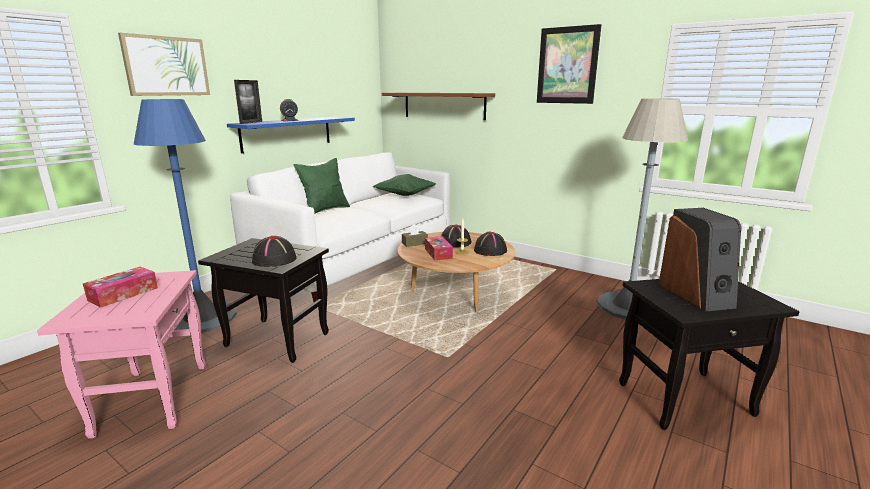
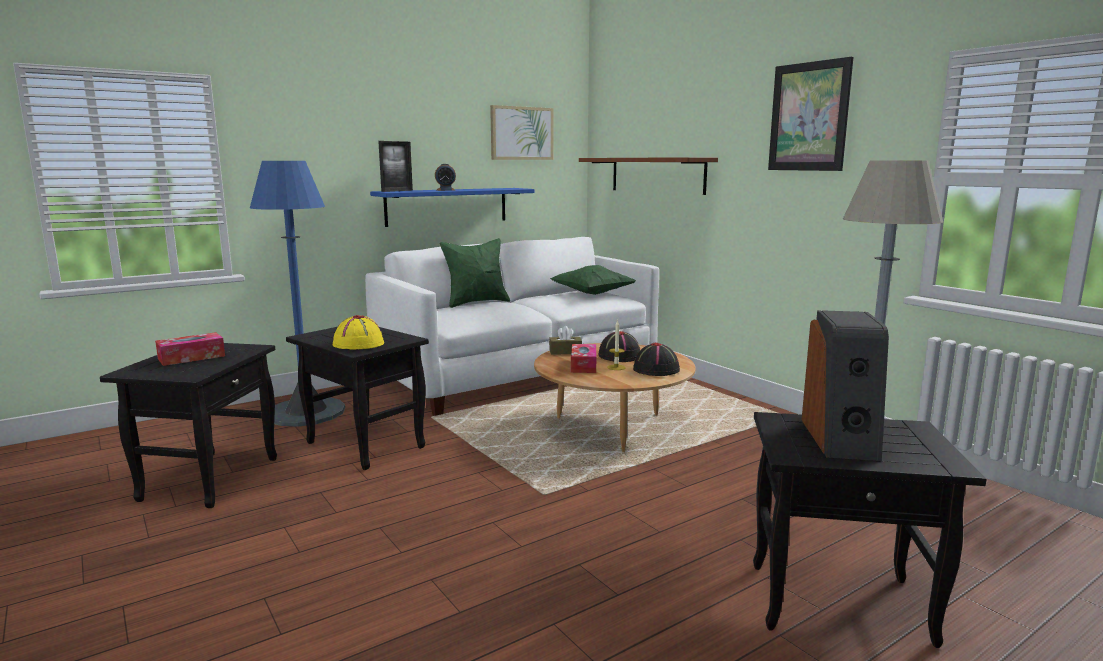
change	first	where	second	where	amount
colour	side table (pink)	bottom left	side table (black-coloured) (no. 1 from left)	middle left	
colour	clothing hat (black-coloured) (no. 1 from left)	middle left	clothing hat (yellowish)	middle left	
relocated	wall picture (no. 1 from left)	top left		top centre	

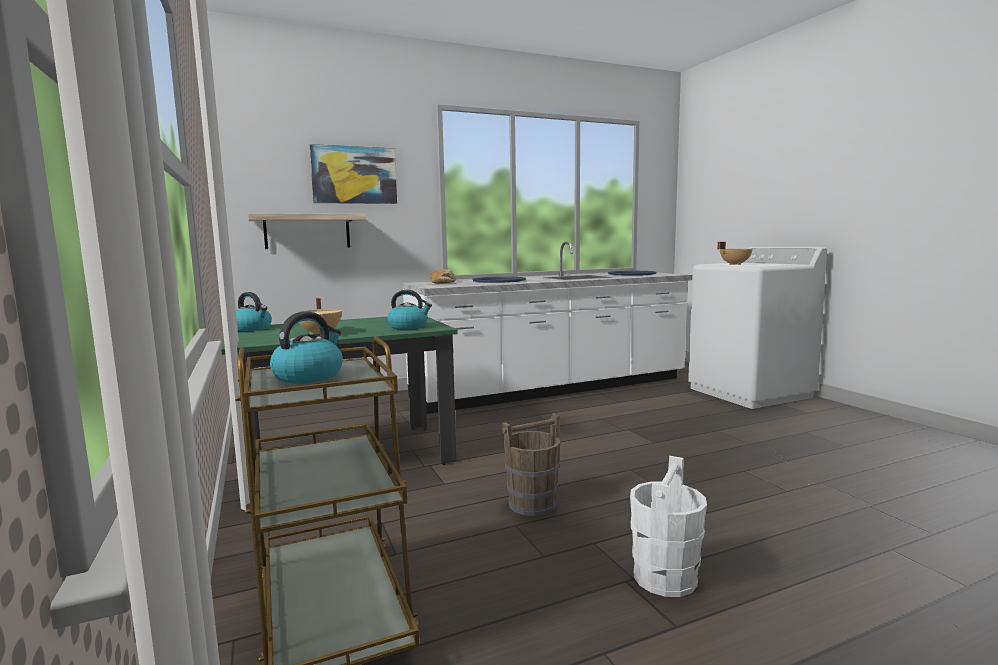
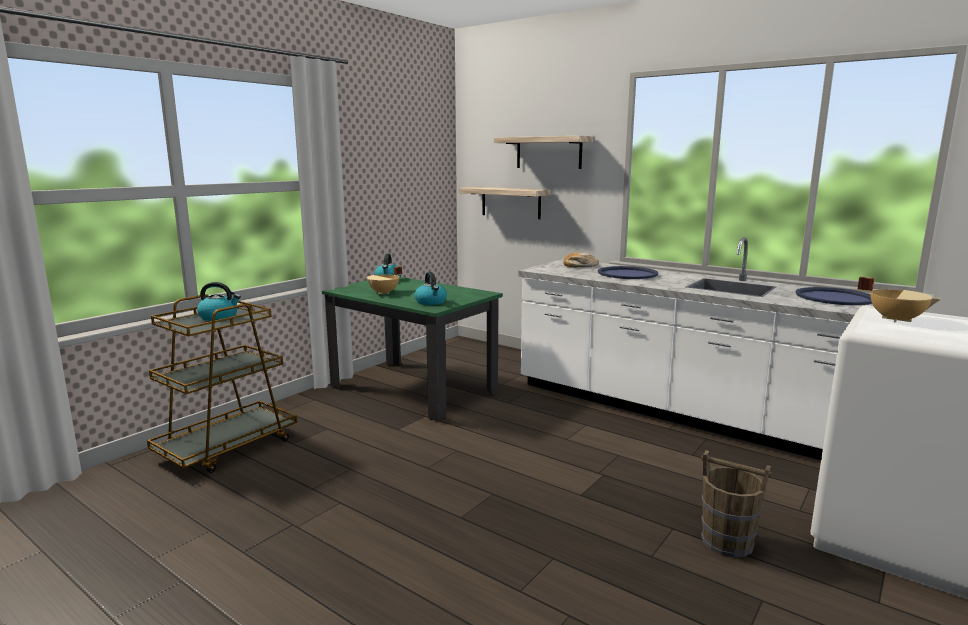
change	first	where	second	where	amount
exchanged	wall picture	top centre	wall shelf (no. 2 from left)	top centre	
relocated	water bucket (brownish)	bottom centre		bottom right	
missing	water bucket (whitish)	bottom right			

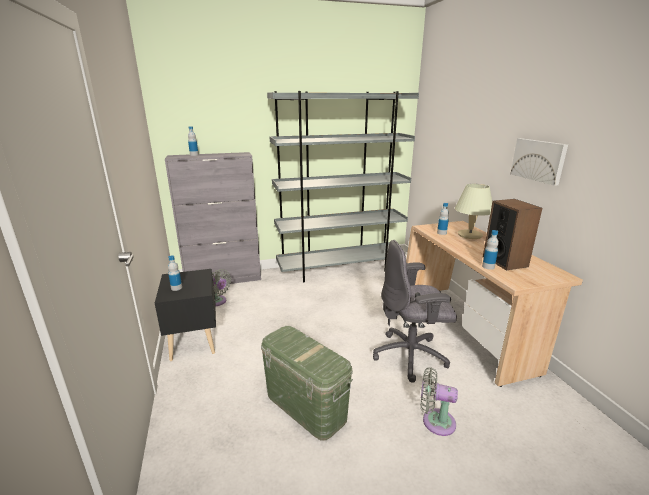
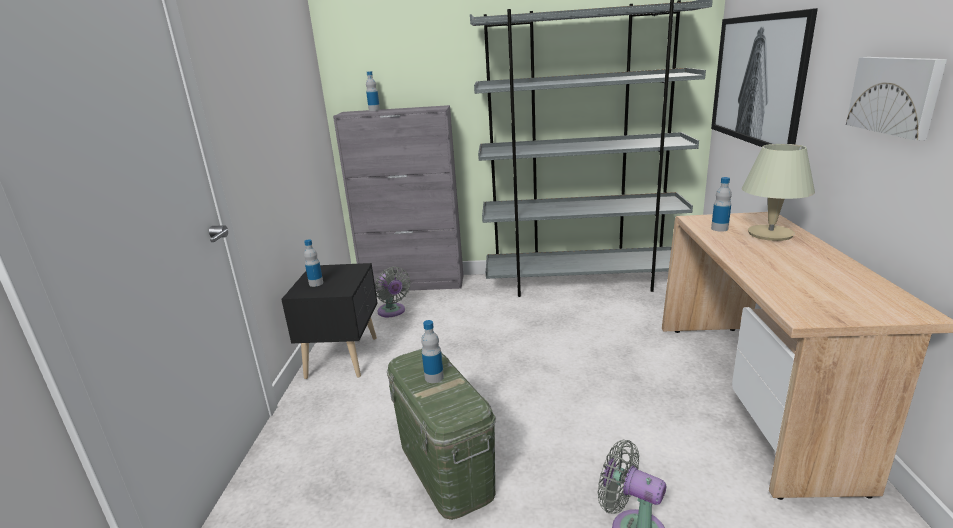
change	first	where	second	where	amount
relocated	bottle (no. 4 from left in the first image)	middle right	bottle (no. 3 from left)	centre	
appeared			wall picture (no. 1 from left)	top right	
missing	computer chair (gray)	centre			
missing	loudspeaker	middle right			

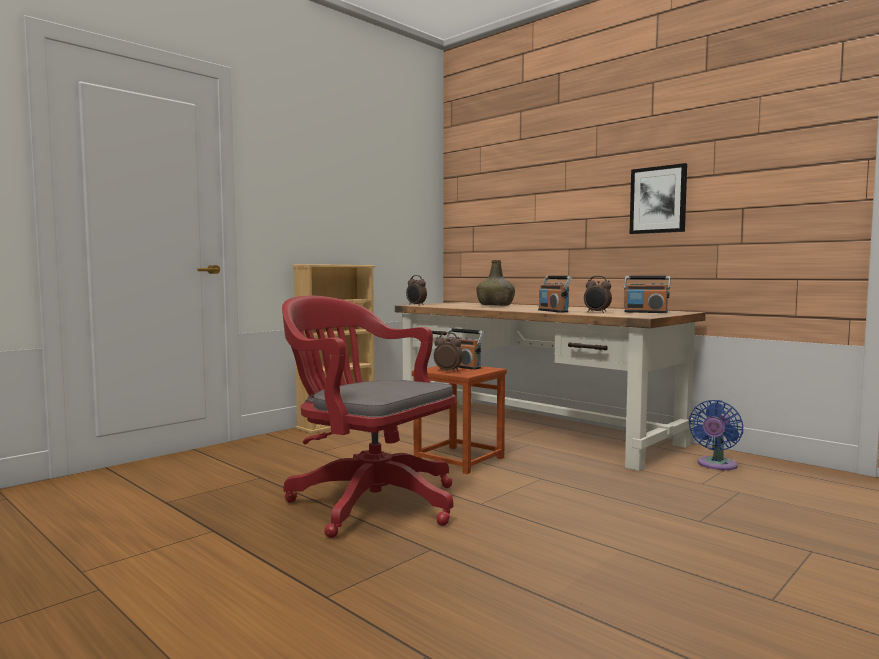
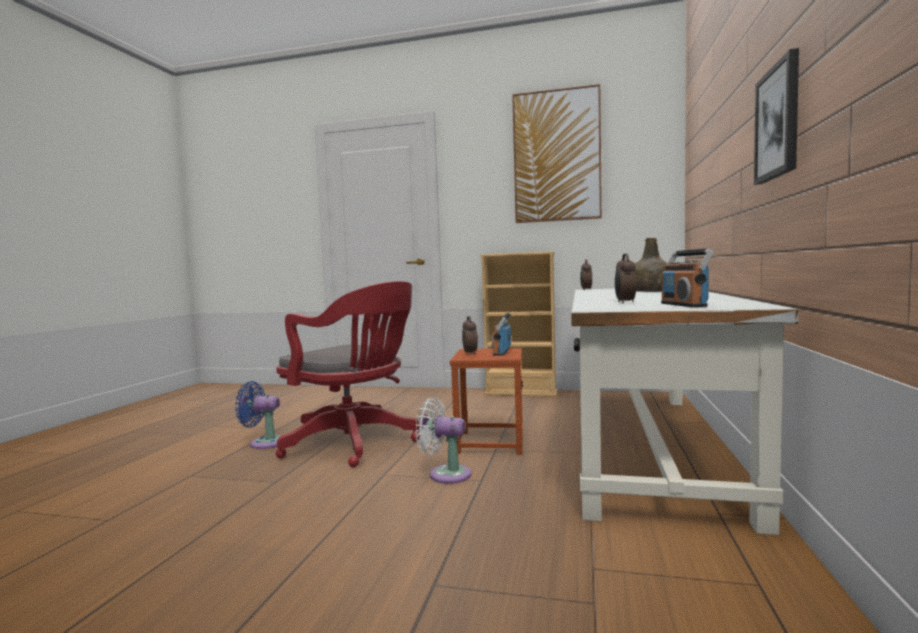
change	first	where	second	where	amount
relocated	cooling fan (blue-coloured)	middle right		middle left	
spun	computer chair (red-coloured)	centre		centre	120 degrees clockwise
appeared			cooling fan (whitish)	bottom centre	
appeared			wall picture (no. 1 from left)	top centre	
colour	desk unit (brownish)	centre	desk unit (whitish)	middle right	
missing	radio receiver (no. 2 from left)	centre			

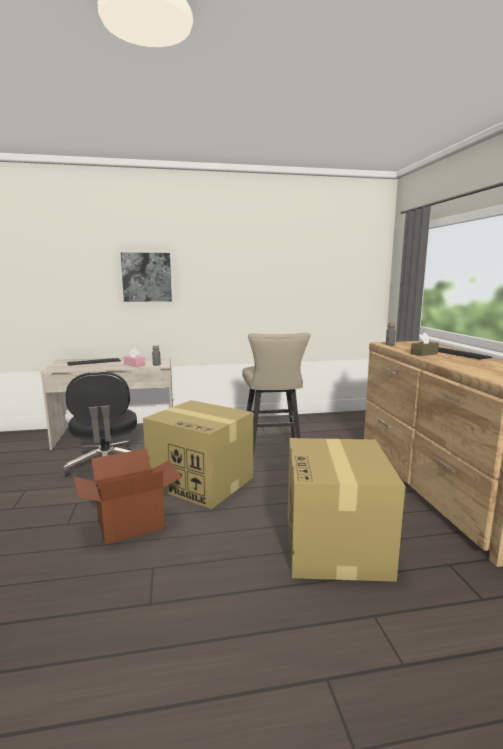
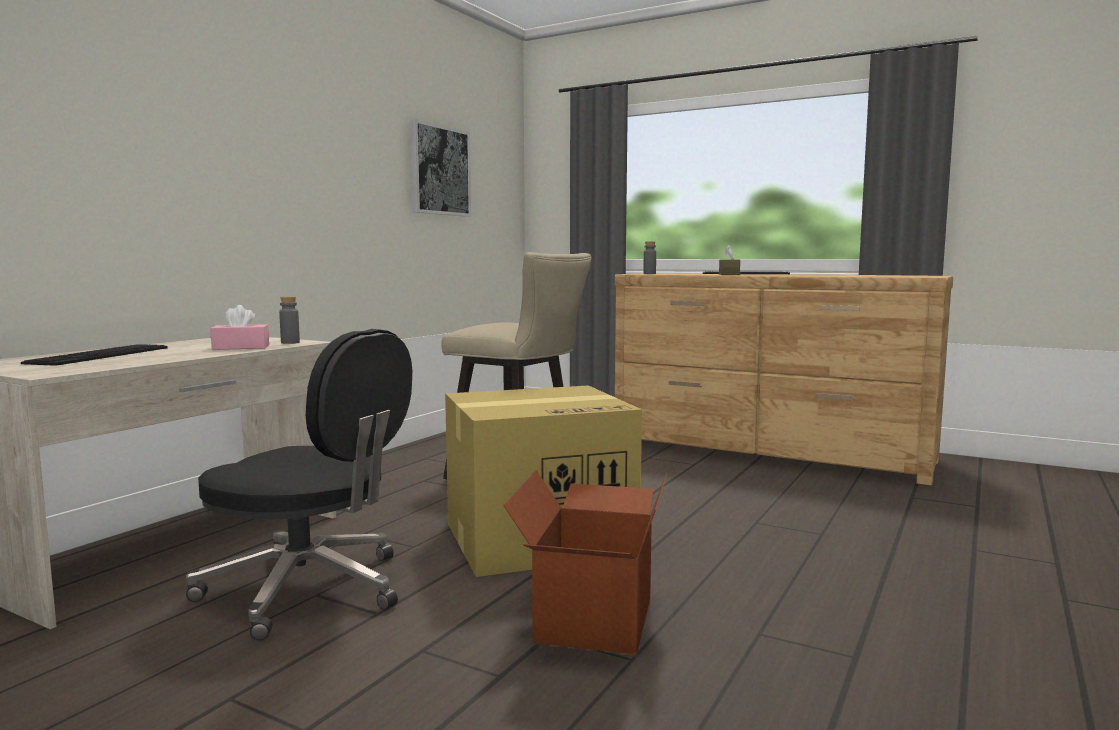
change	first	where	second	where	amount
relocated	wall picture	middle left		top centre	
missing	cardboard box (no. 3 from left)	bottom right			

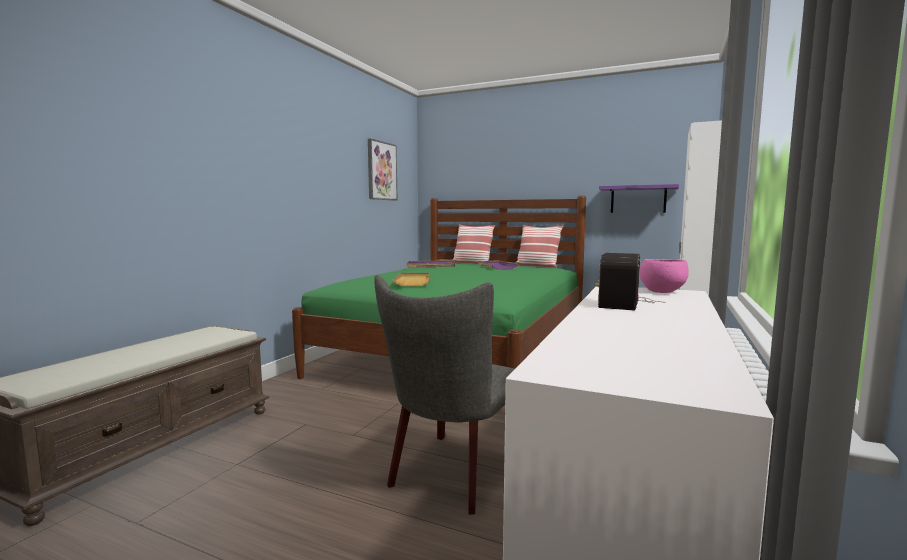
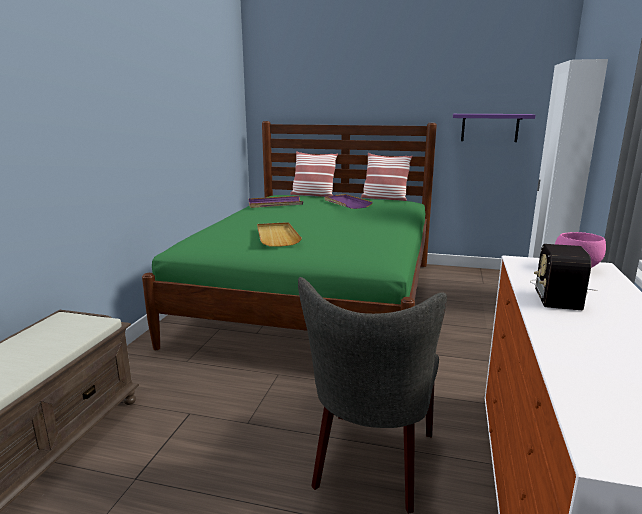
change	first	where	second	where	amount
missing	wall picture	top centre			

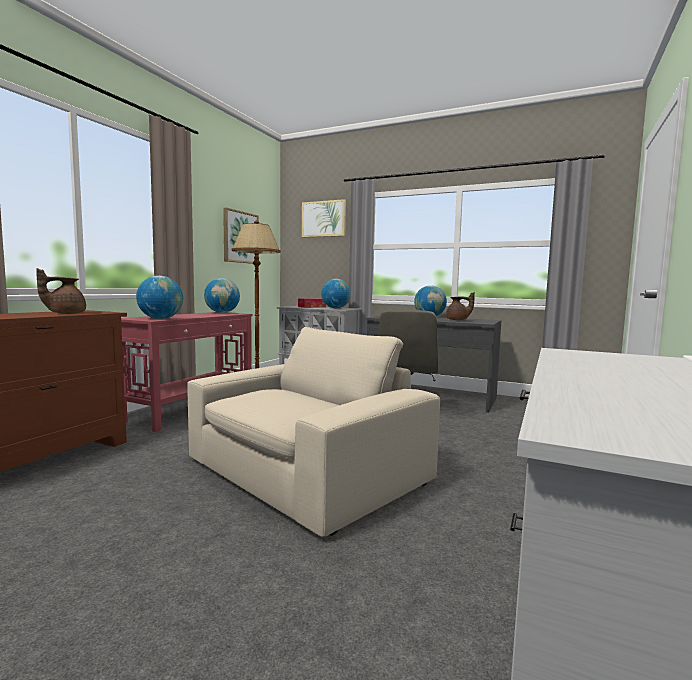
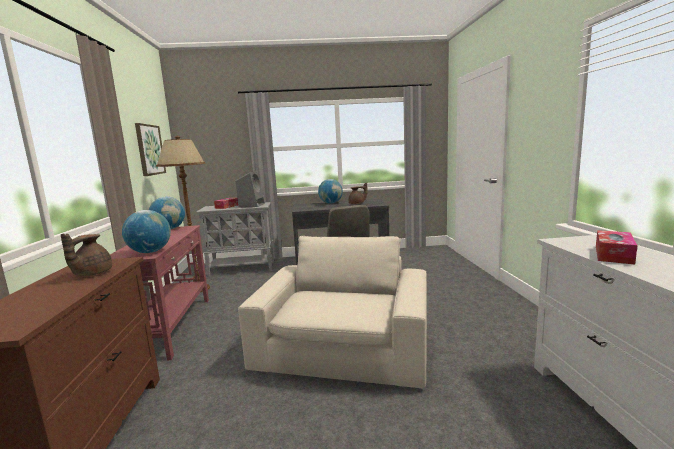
change	first	where	second	where	amount
exchanged	globe (no. 3 from left)	centre	loudspeaker (gray)	centre	
appeared			tissue box (no. 2 from left)	middle right	
missing	wall picture (no. 2 from left)	top centre			

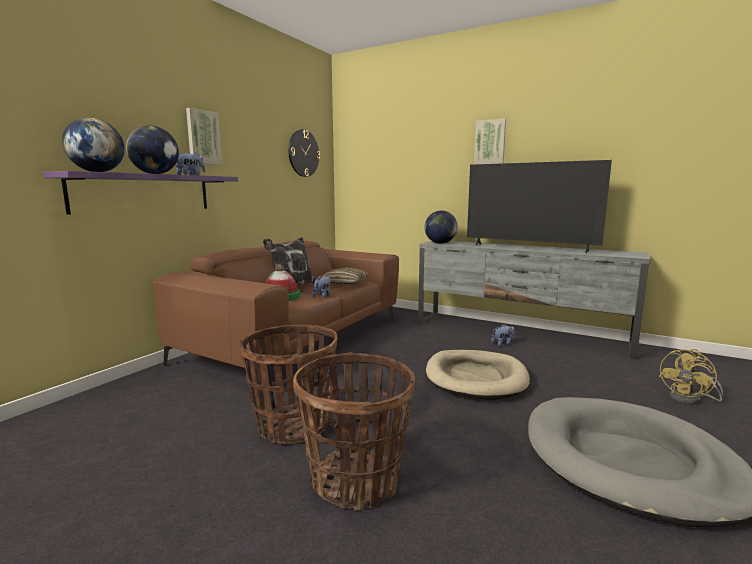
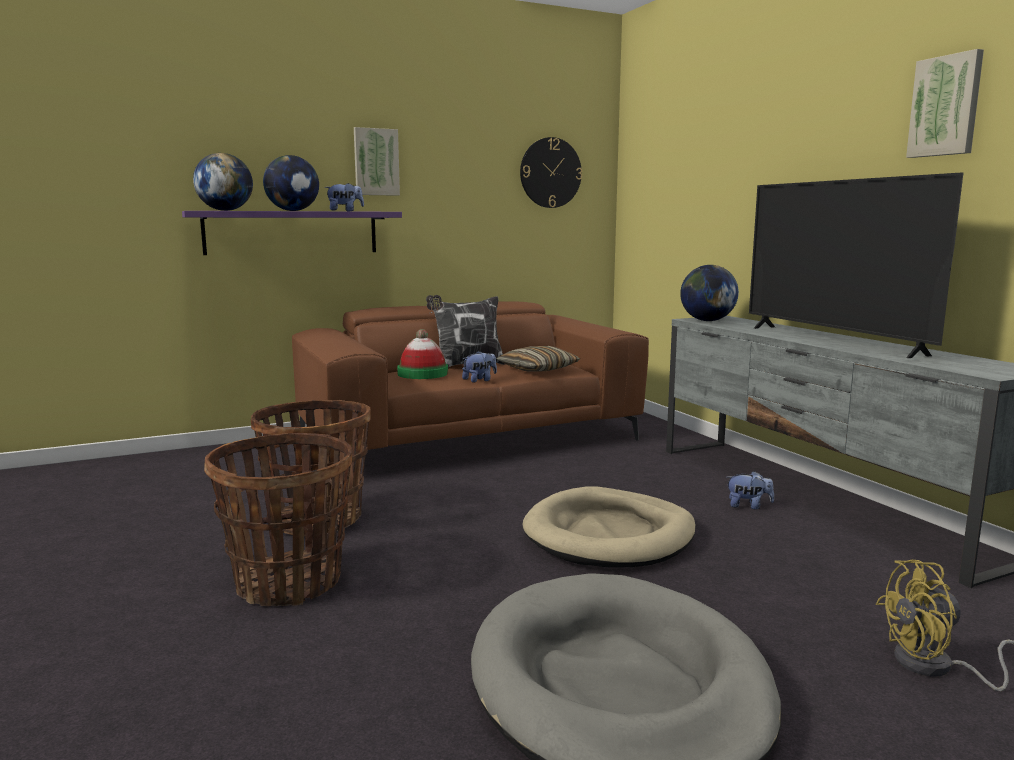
change	first	where	second	where	amount
relocated	wall picture (no. 2 from left)	top centre		top right	

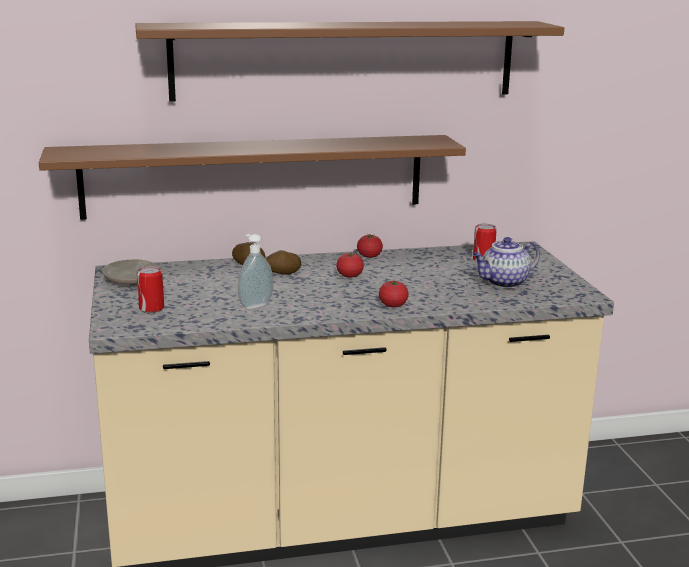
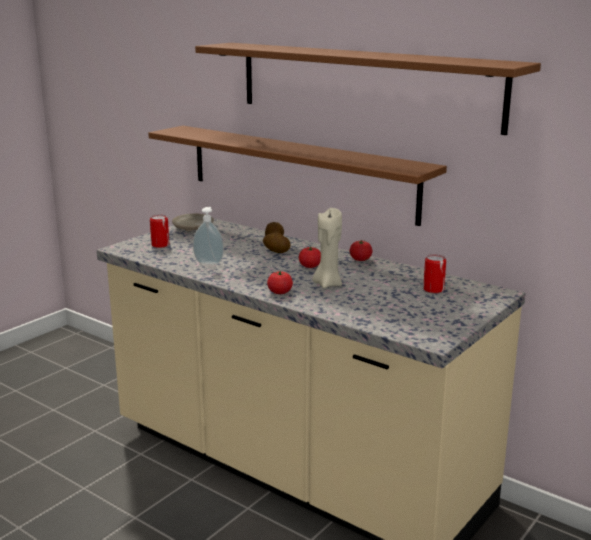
change	first	where	second	where	amount
appeared			candle (beige-coloured)	centre	
missing	pot for tea	middle right			

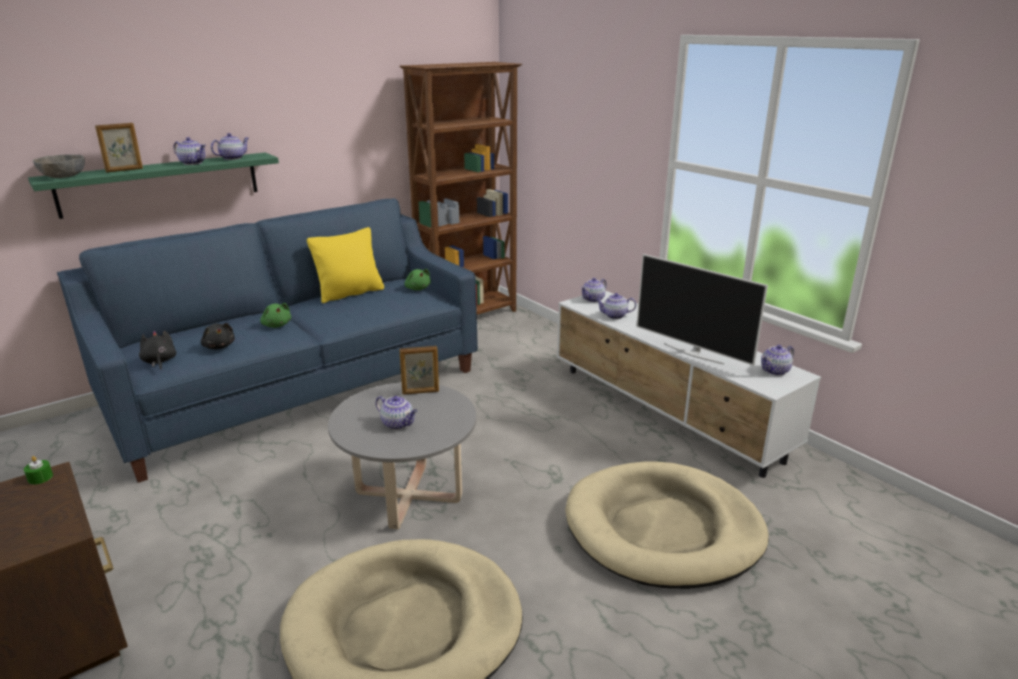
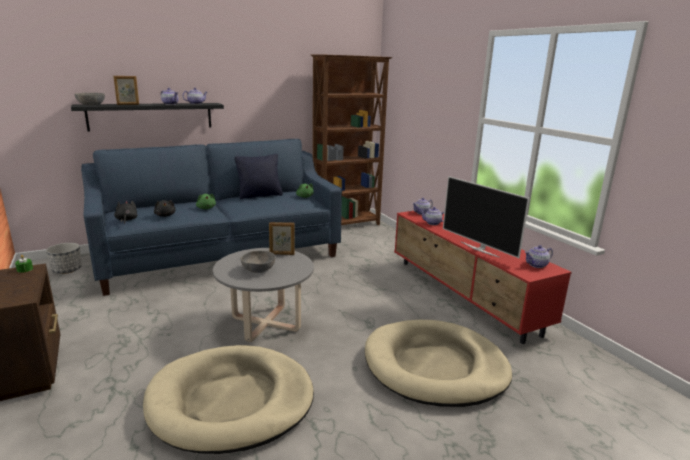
change	first	where	second	where	amount
appeared			planter	middle left	
colour	wall shelf (greenish)	top left	wall shelf (black-coloured)	top left	
colour	throw pillow (yellowish)	centre	throw pillow (black-coloured)	centre	
exchanged	pot for tea (no. 3 from left)	centre	serving bowl (gray) (no. 2 from left)	centre	
colour	tv stand (whitish)	middle right	tv stand (red-coloured)	middle right	

